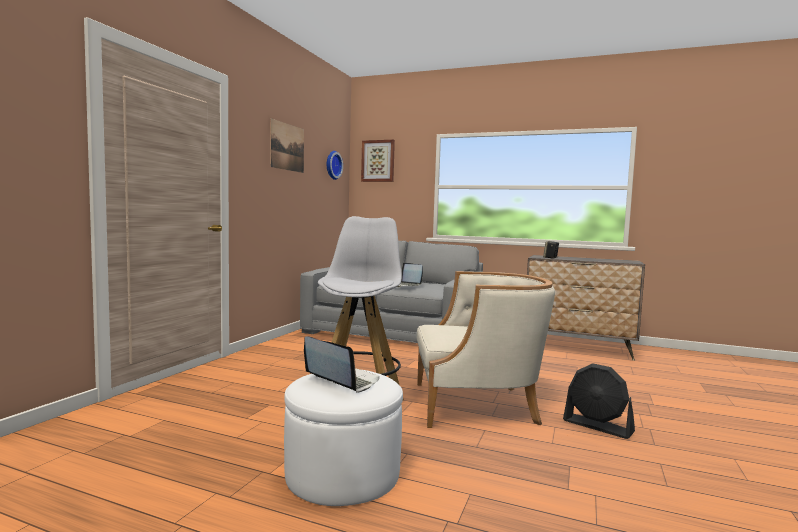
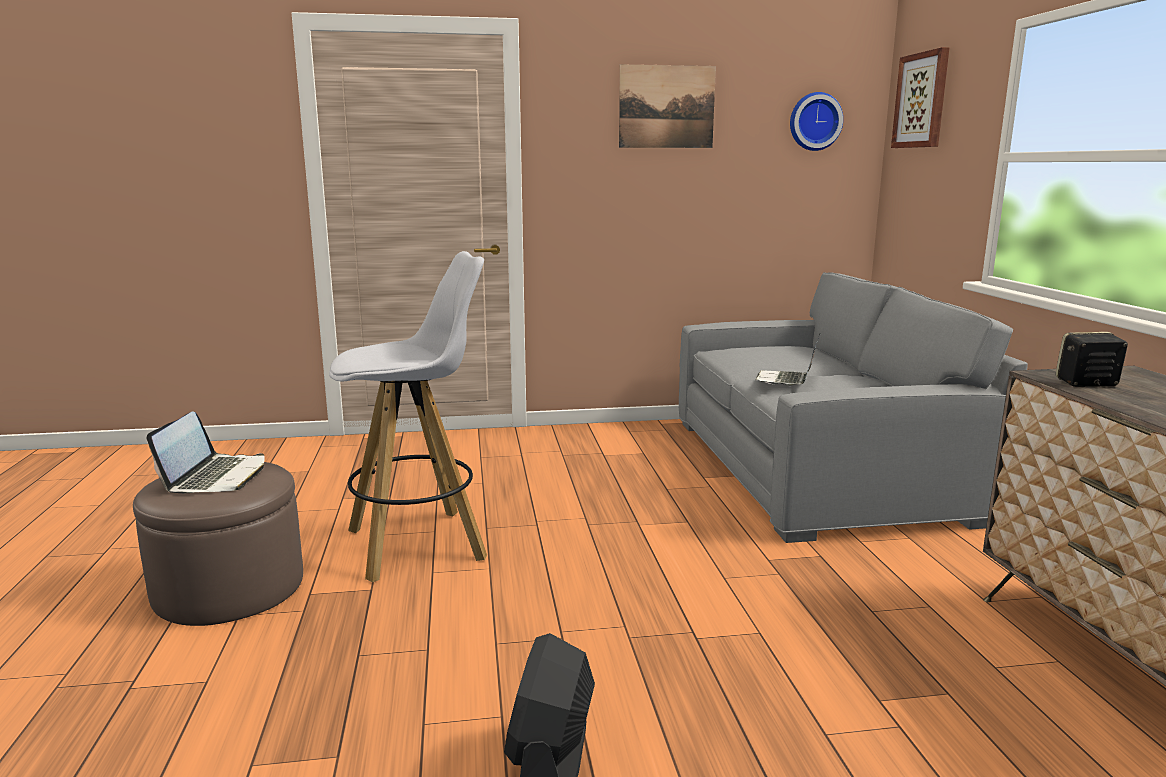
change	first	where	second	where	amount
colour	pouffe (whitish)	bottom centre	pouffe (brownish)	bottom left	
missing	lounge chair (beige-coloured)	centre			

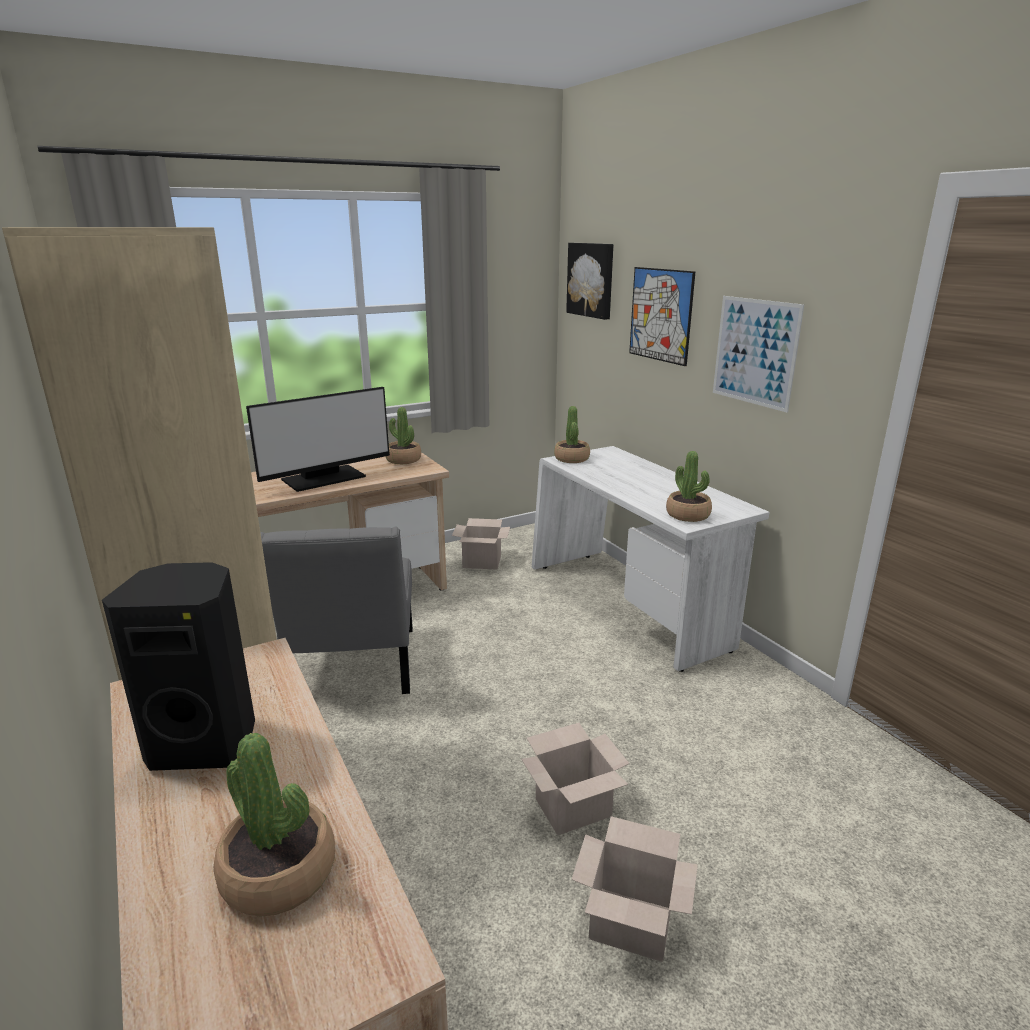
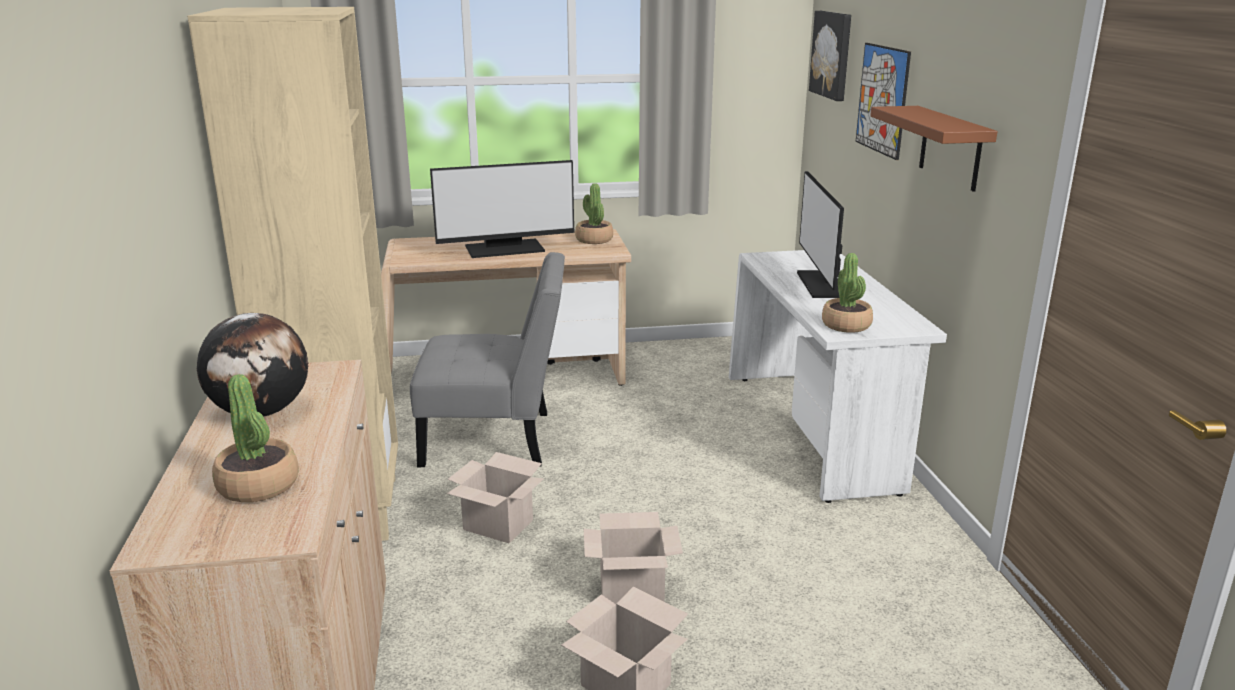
change	first	where	second	where	amount
exchanged	loudspeaker (black-coloured)	middle left	globe	middle left	
spun	upright chair (gray)	middle left		centre	105 degrees counterclockwise
relocated	cardboard box (no. 1 from left)	centre		bottom centre	
appeared			monitor (no. 2 from left)	centre	
exchanged	wall picture (no. 3 from left)	middle right	wall shelf (brownish)	top right	
missing	potted plant (no. 3 from left)	centre			

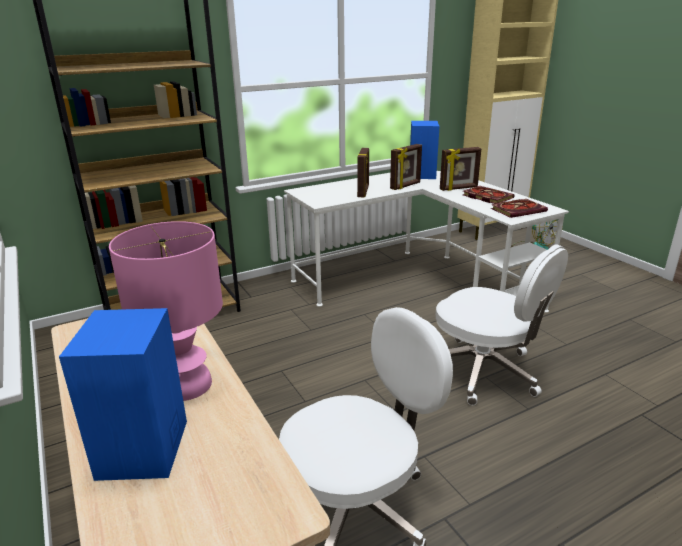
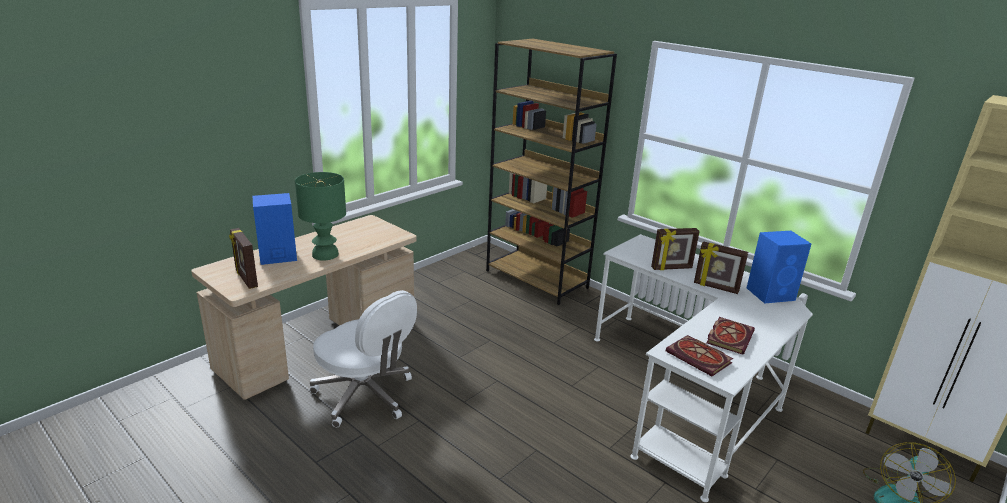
change	first	where	second	where	amount
relocated	standing frame (no. 3 from left in the first image)	top right	standing frame (no. 1 from left)	middle left	
colour	lamp for a table (pink)	middle left	lamp for a table (greenish)	middle left	
missing	computer chair (whitish) (no. 2 from left)	middle right			

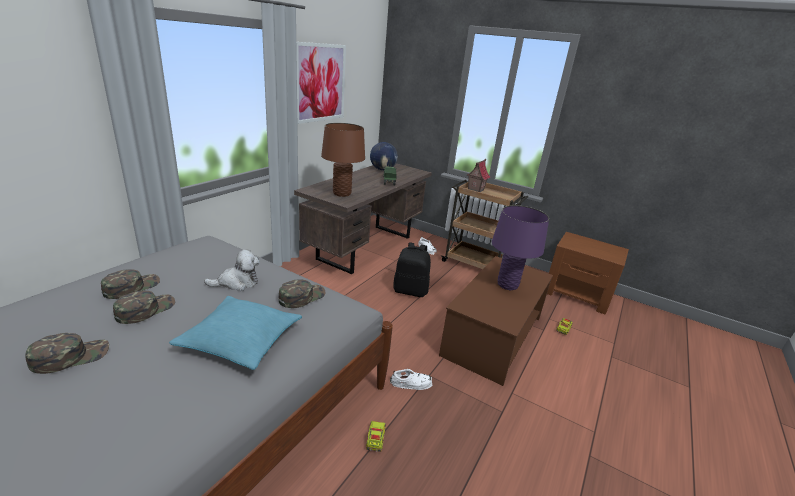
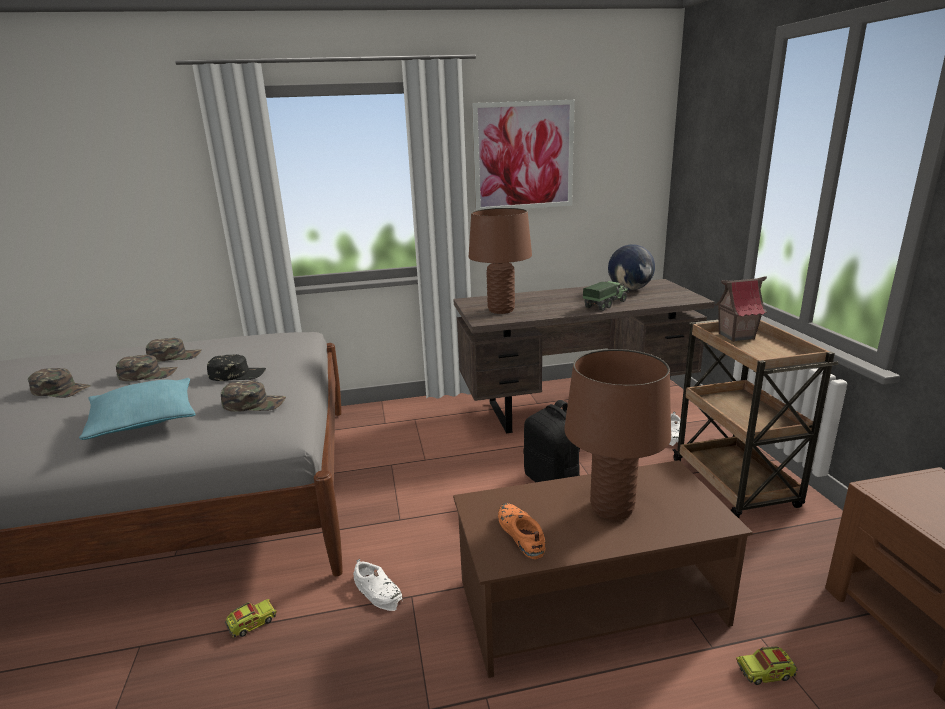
change	first	where	second	where	amount
exchanged	cuddly toy	middle left	baseball cap (black-coloured)	middle left	
appeared			shoe (orangey)	bottom centre	
colour	lamp for a table (purplish)	centre	lamp for a table (brownish) (no. 2 from left)	centre	

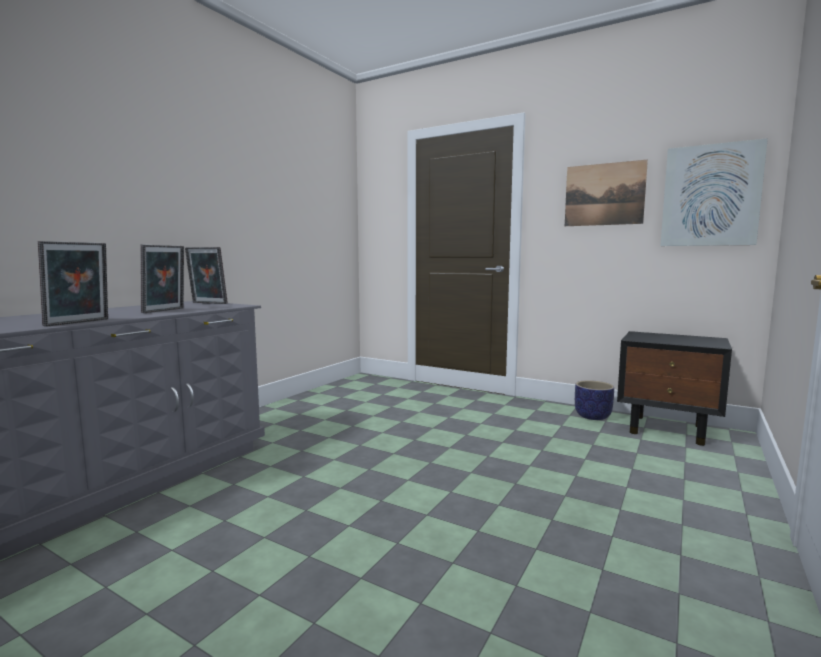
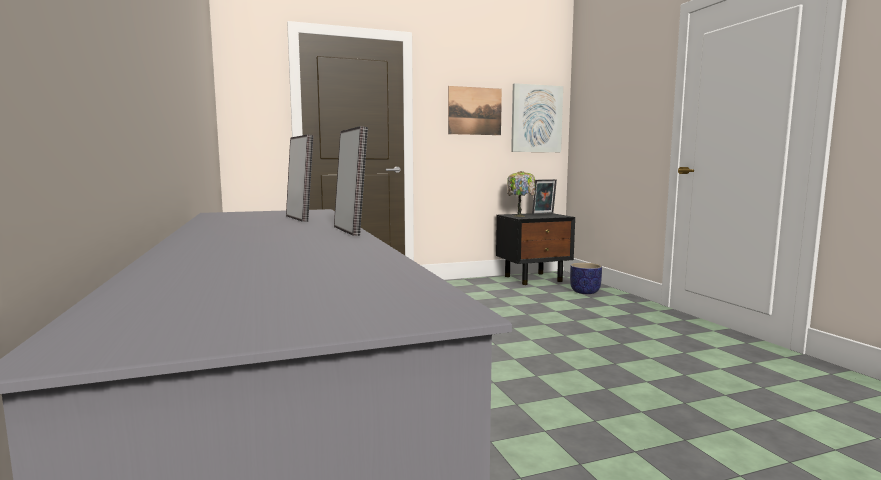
change	first	where	second	where	amount
appeared			lamp for a table	centre	
relocated	standing frame (no. 3 from left)	middle left		centre	
relocated	planter	middle right		centre	

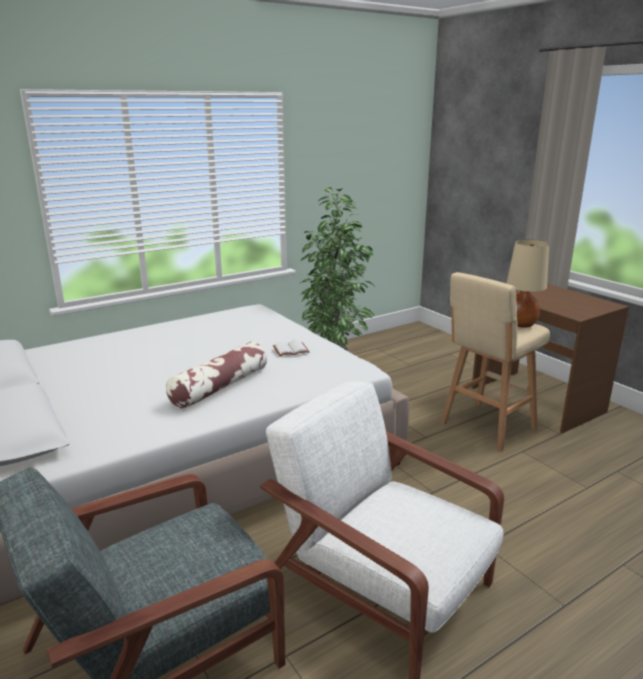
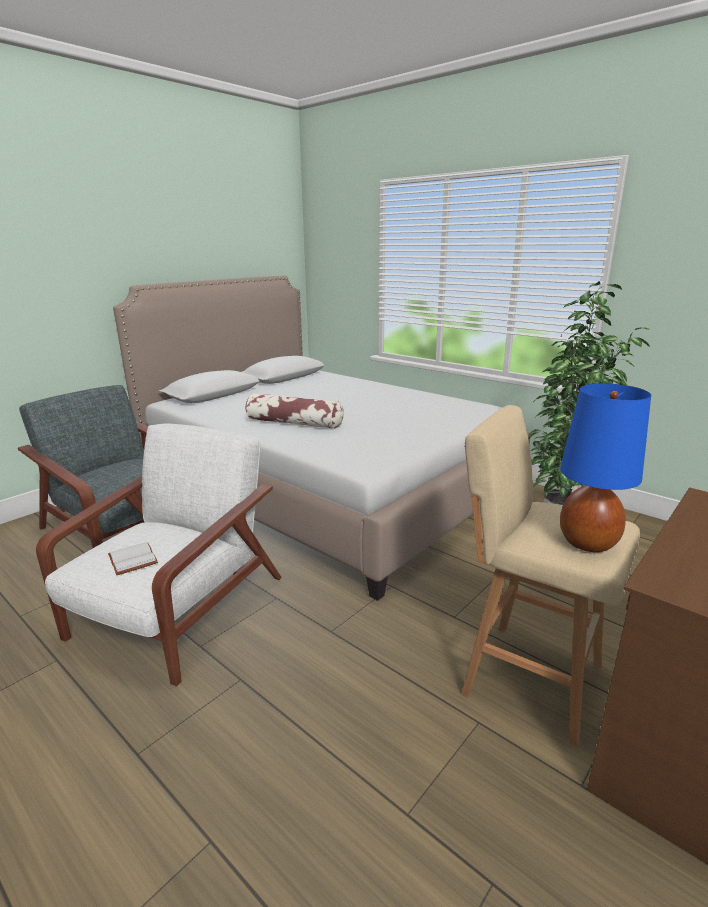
change	first	where	second	where	amount
relocated	book (whitish)	centre		middle left	
colour	lamp for a table (beige-coloured)	middle right	lamp for a table (blue-coloured)	middle right	

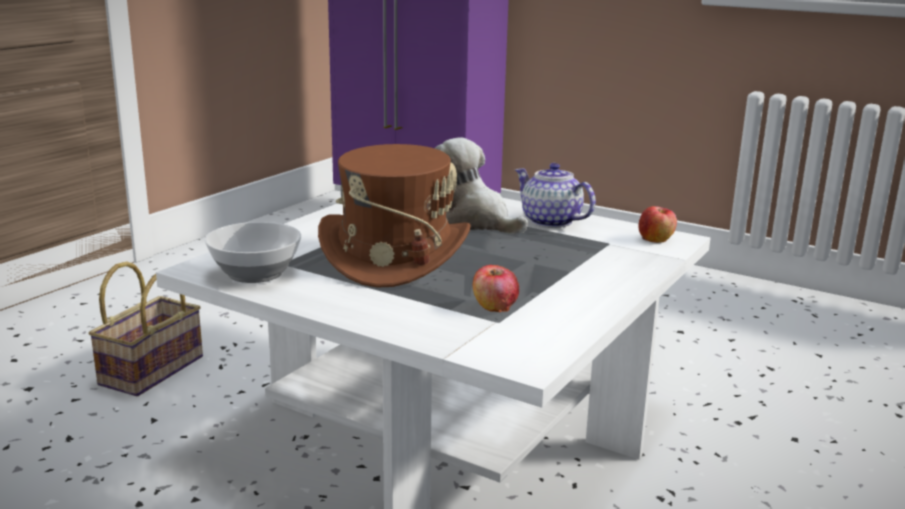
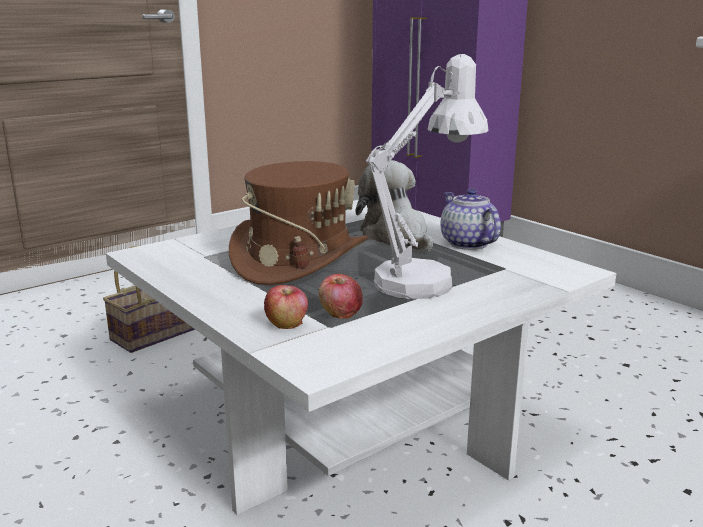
change	first	where	second	where	amount
relocated	apple fruit (no. 2 from left in the first image)	middle right	apple fruit (no. 1 from left)	centre	
appeared			lamp for a table (whitish)	centre	
missing	serving bowl	middle left			

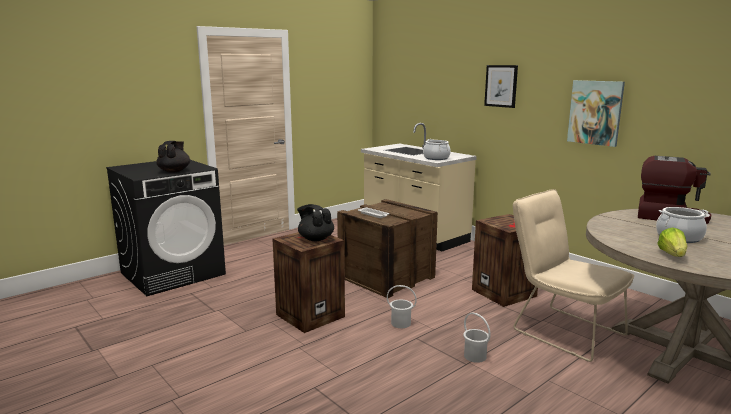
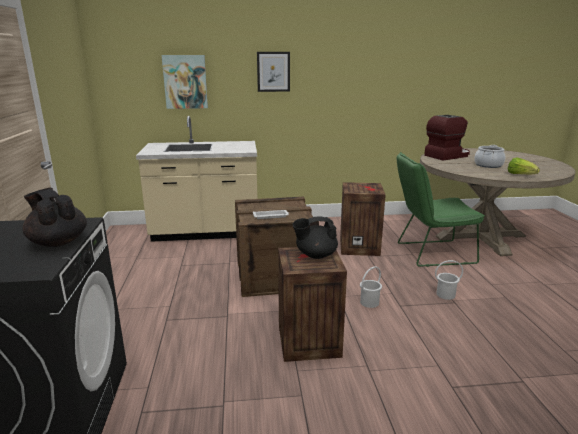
change	first	where	second	where	amount
relocated	wall picture (no. 2 from left in the first image)	top right	wall picture (no. 1 from left)	top left	
colour	upright chair (beige-coloured)	middle right	upright chair (greenish)	middle right	
missing	stockpot (no. 1 from left)	centre			

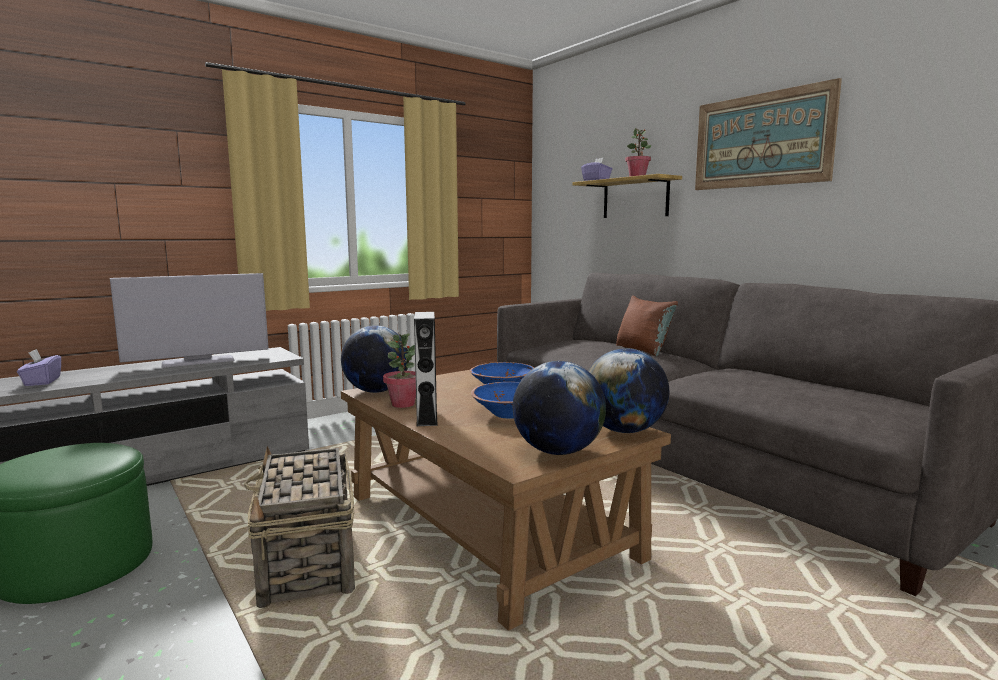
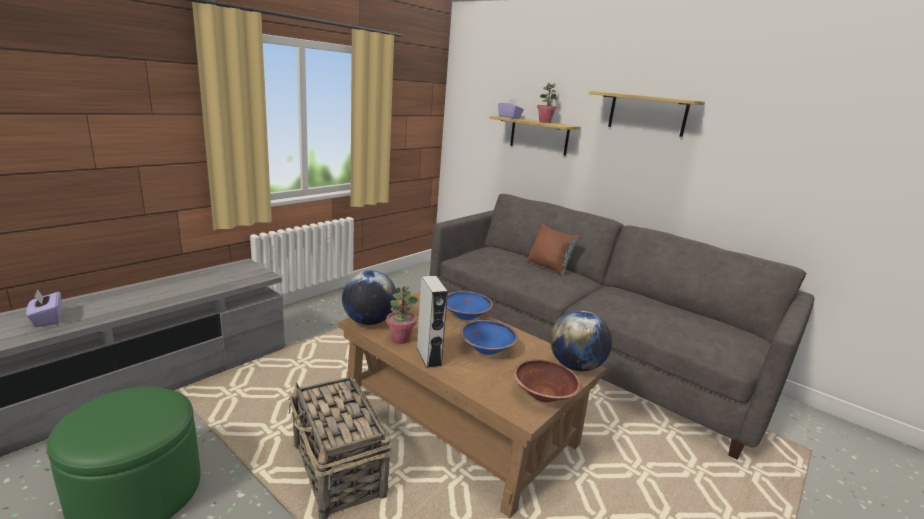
change	first	where	second	where	amount
exchanged	globe (no. 2 from left)	centre	serving bowl (brownish)	bottom centre	
exchanged	wall picture	top right	wall shelf (no. 2 from left)	top right	
missing	television	middle left			

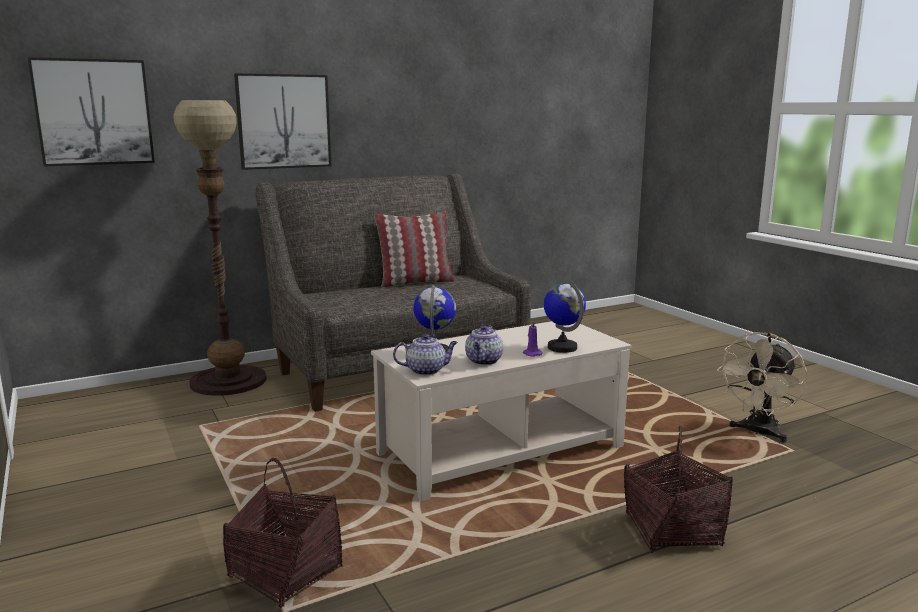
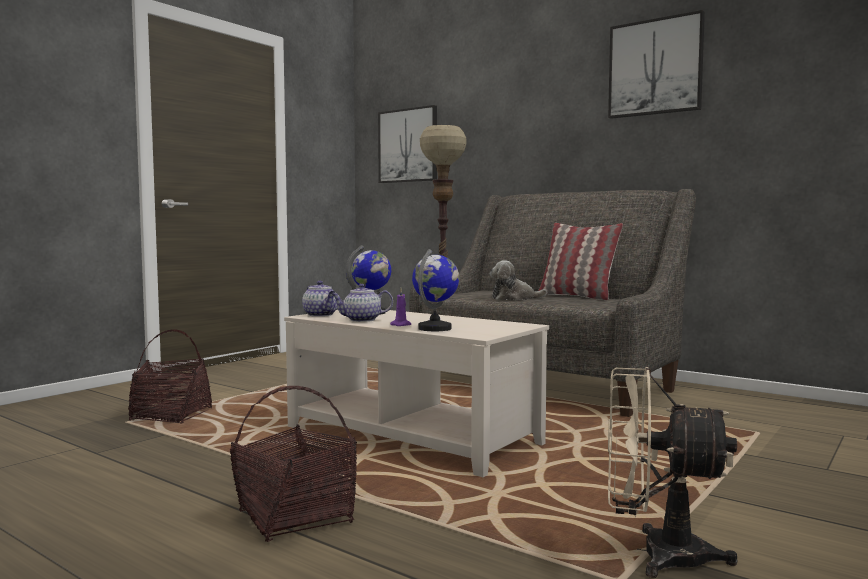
change	first	where	second	where	amount
appeared			cuddly toy	centre	
relocated	wall picture (no. 2 from left)	top left		top right	

